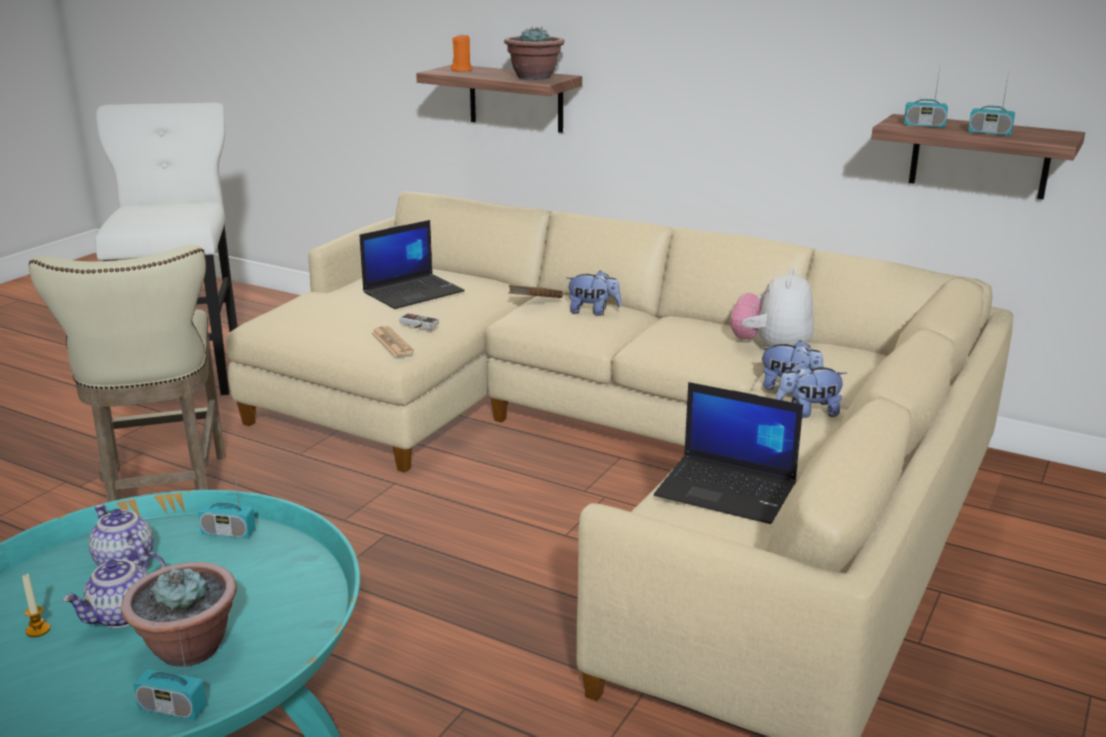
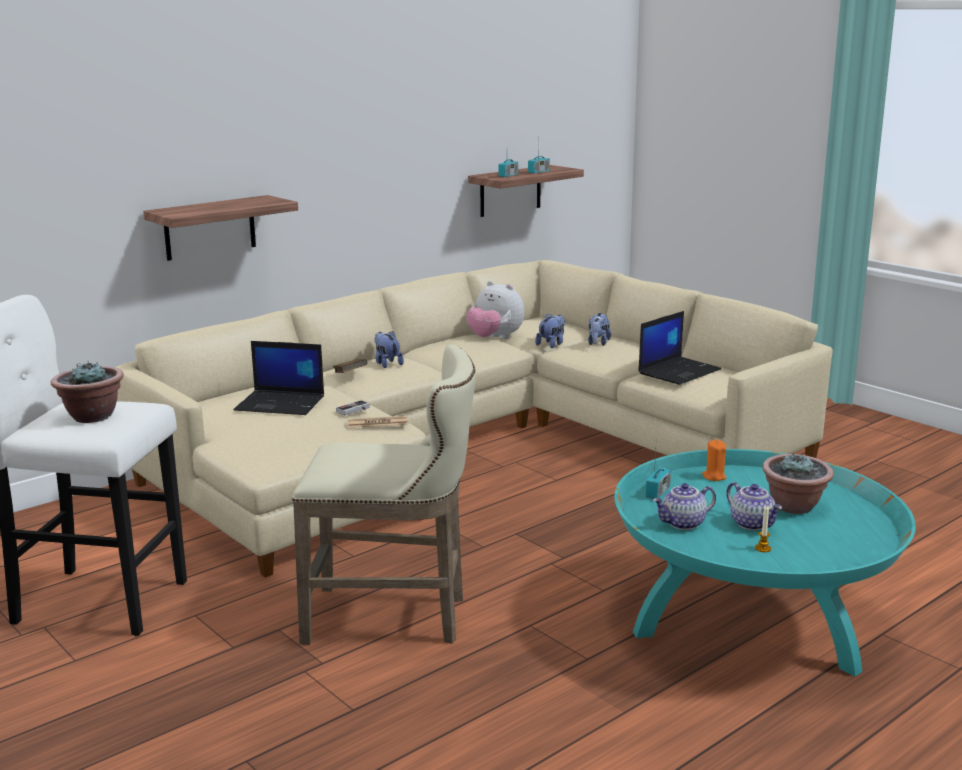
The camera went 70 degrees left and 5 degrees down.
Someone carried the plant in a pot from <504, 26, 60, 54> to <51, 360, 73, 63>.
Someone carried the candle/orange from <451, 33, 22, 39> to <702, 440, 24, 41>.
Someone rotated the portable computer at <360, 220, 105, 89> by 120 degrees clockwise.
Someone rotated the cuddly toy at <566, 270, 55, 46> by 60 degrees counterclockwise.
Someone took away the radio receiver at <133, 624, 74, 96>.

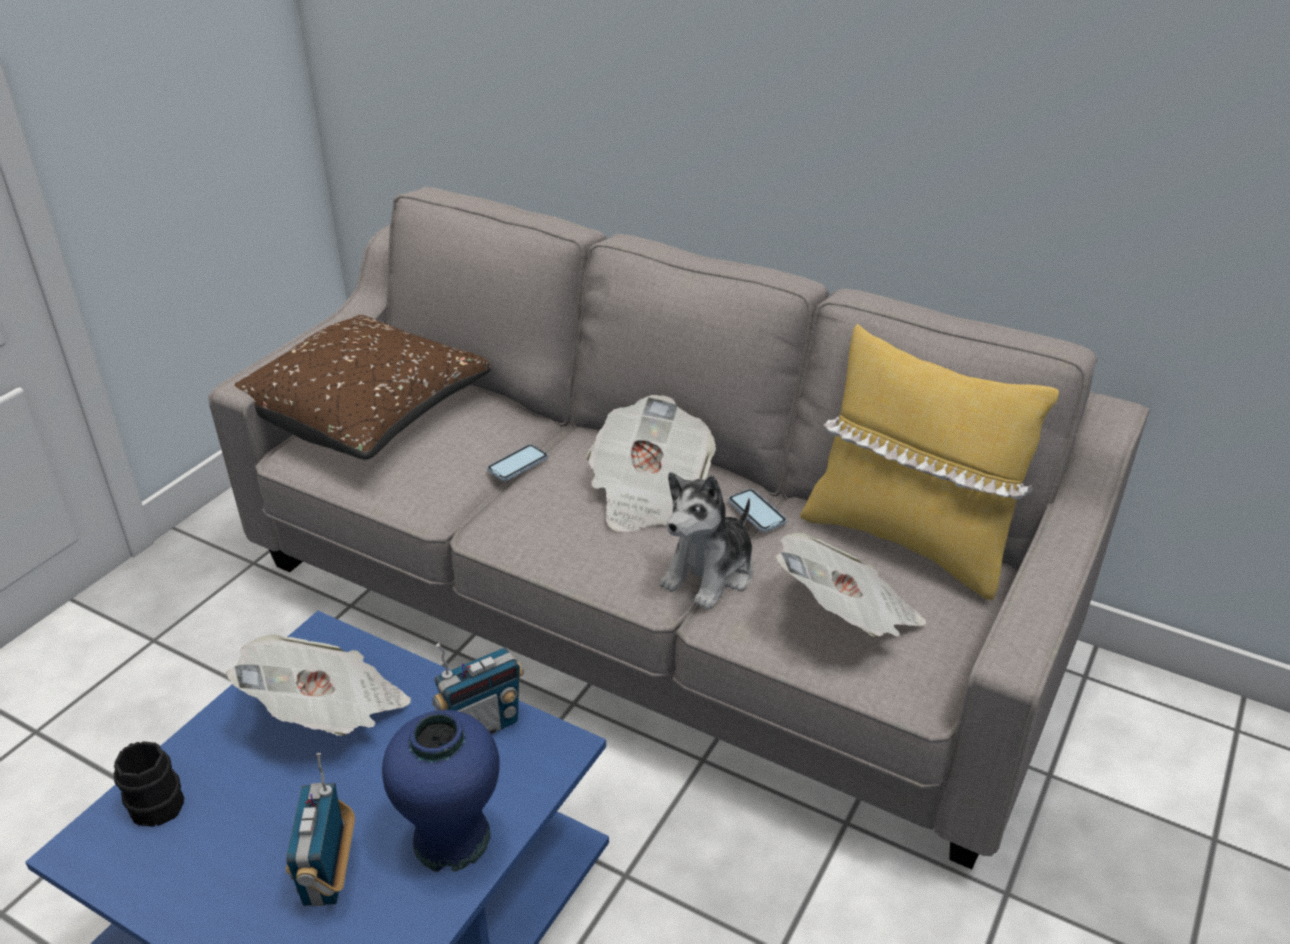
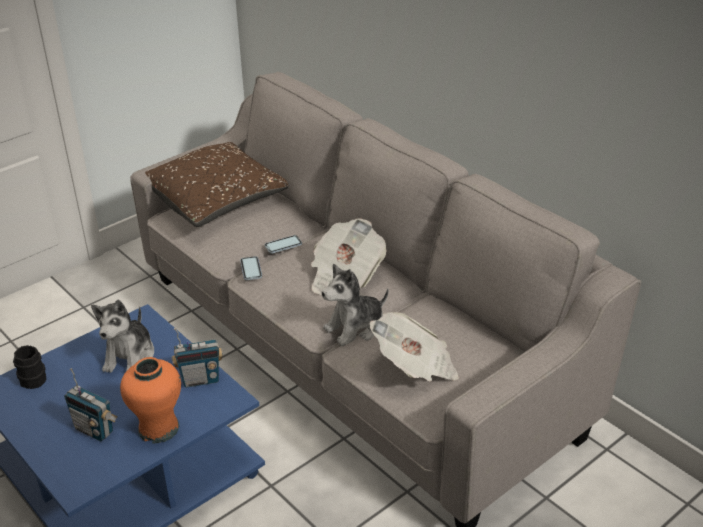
The camera went 20 degrees right and 0 degrees up.
Someone took away the cushion/yellow at <800, 324, 259, 277>.
Someone carried the handset from <728, 489, 59, 43> to <240, 256, 22, 24>.
Someone swapped the newspaper at <226, 634, 185, 102> for the cuddly toy at <91, 299, 63, 74>.
Someone repainted the vase/bluish at <382, 710, 118, 162>, which became the vase/orange at <120, 357, 61, 86>.
Someone rotated the radio receiver at <286, 753, 69, 153> by 75 degrees counterclockwise.

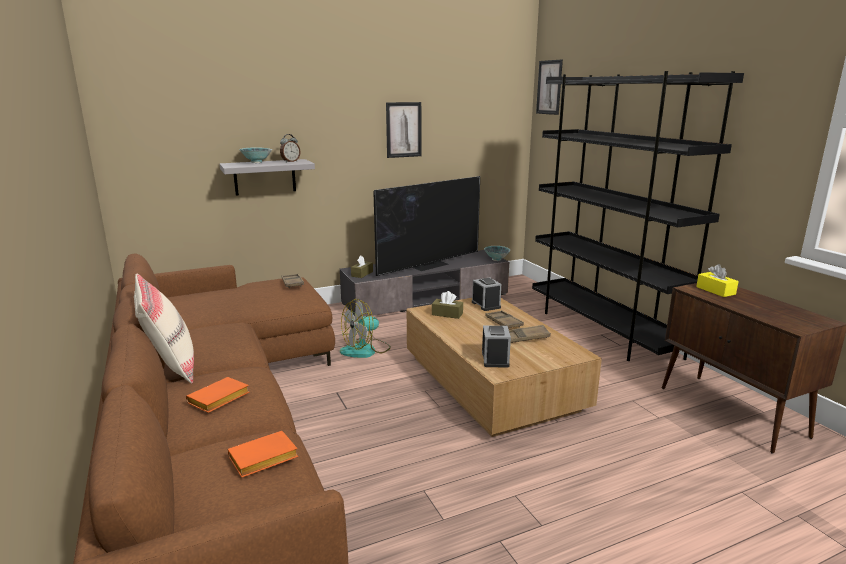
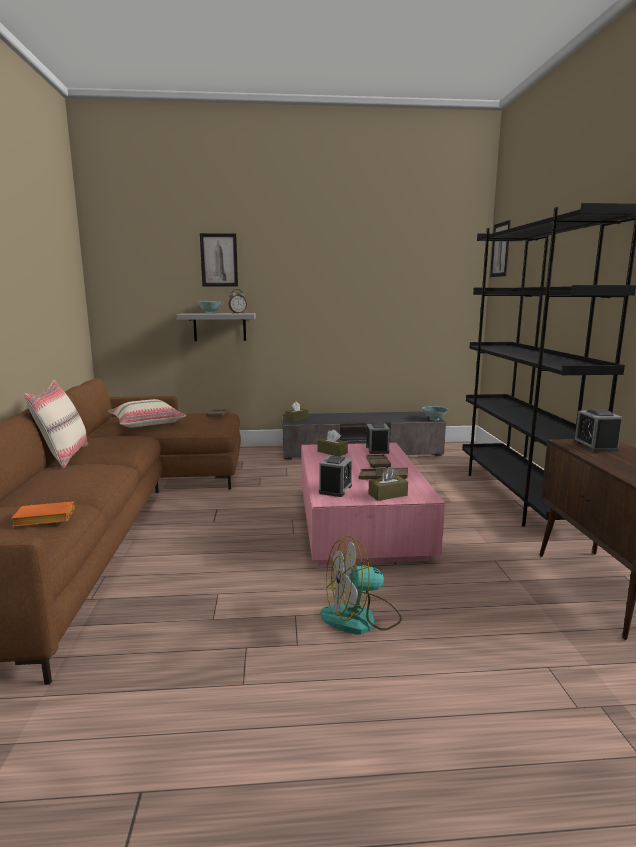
The camera went 20 degrees right and 5 degrees down.
Someone carried the wall picture from <386, 102, 35, 56> to <200, 233, 38, 54>.
Someone took away the TV at <373, 176, 107, 100>.
Someone swapped the box of tissues/yellow at <696, 264, 43, 33> for the table clock at <574, 409, 49, 43>.
Someone repainted the coffee table/brown-coloured at <407, 298, 195, 139>, which became the coffee table/pink at <301, 443, 144, 122>.
Someone carried the fan from <340, 299, 51, 59> to <320, 536, 82, 98>.
Someone took away the bound book/orange at <186, 377, 63, 36>.
Someone put down the cushion/beige-coloured at <108, 399, 78, 28>.
Someone put down the box of tissues/brown-coloured at <369, 467, 39, 34>.

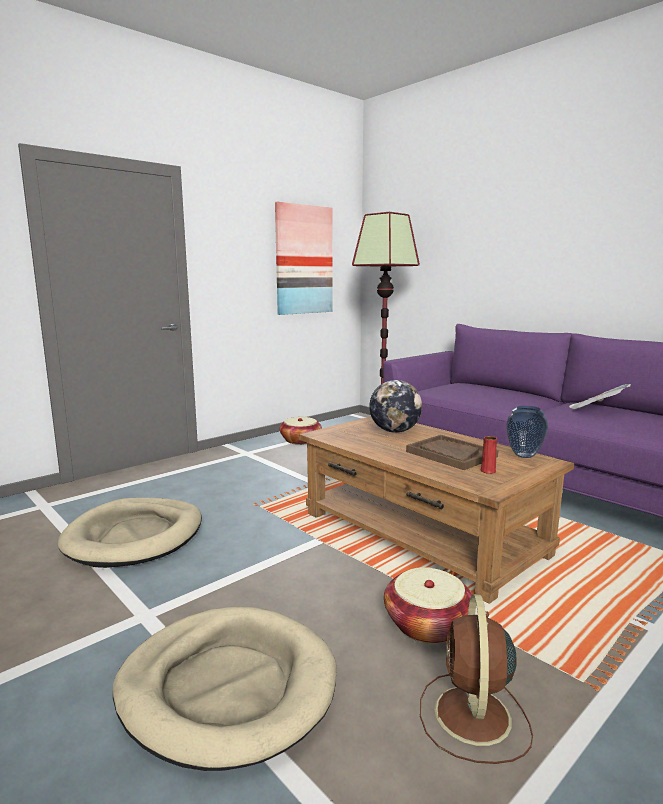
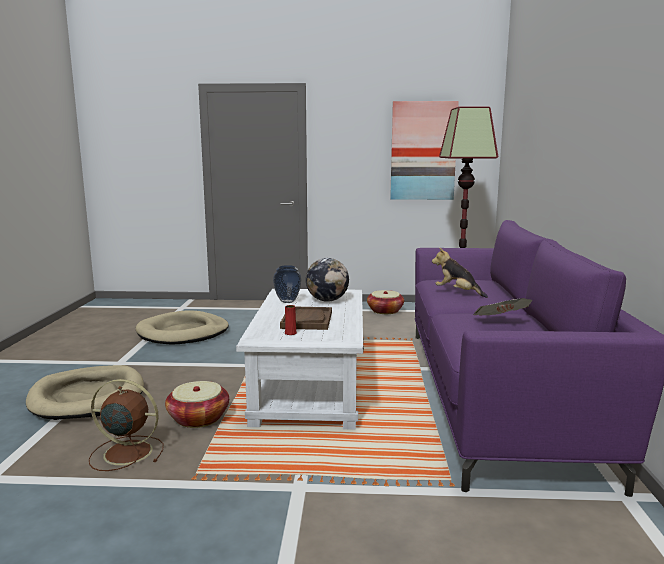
The camera went 45 degrees right and 0 degrees up.
Someone carried the vase from <506, 406, 42, 52> to <273, 265, 29, 38>.
Someone repainted the coffee table/brown-coloured at <299, 416, 275, 188>, which became the coffee table/whitish at <236, 289, 128, 141>.
Someone rotated the fan/brown-coloured at <420, 594, 113, 170> by 45 degrees clockwise.
Someone put down the cuddly toy at <432, 248, 56, 50>.

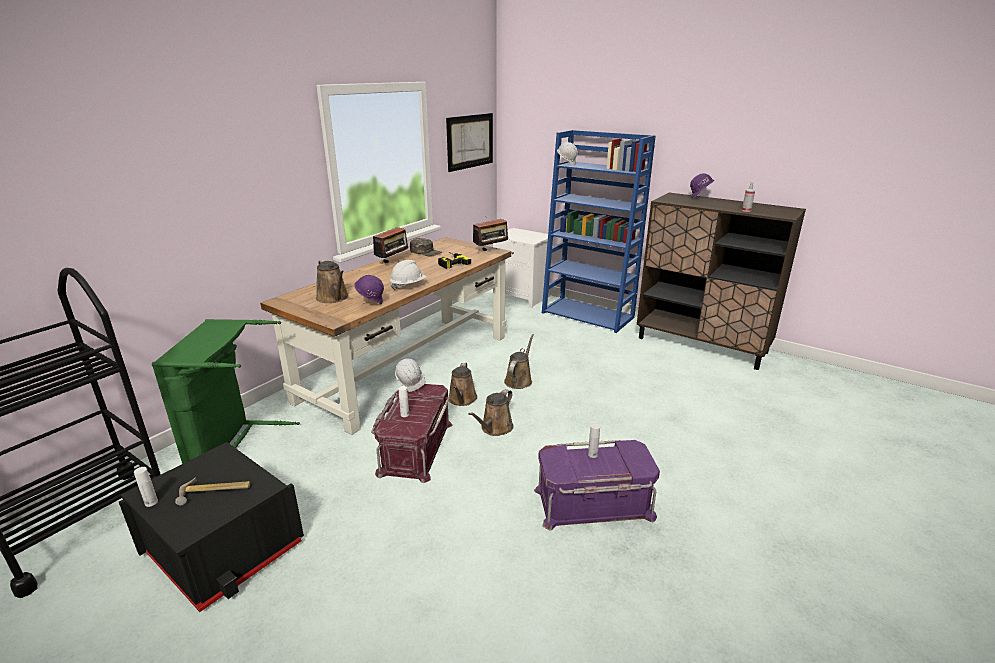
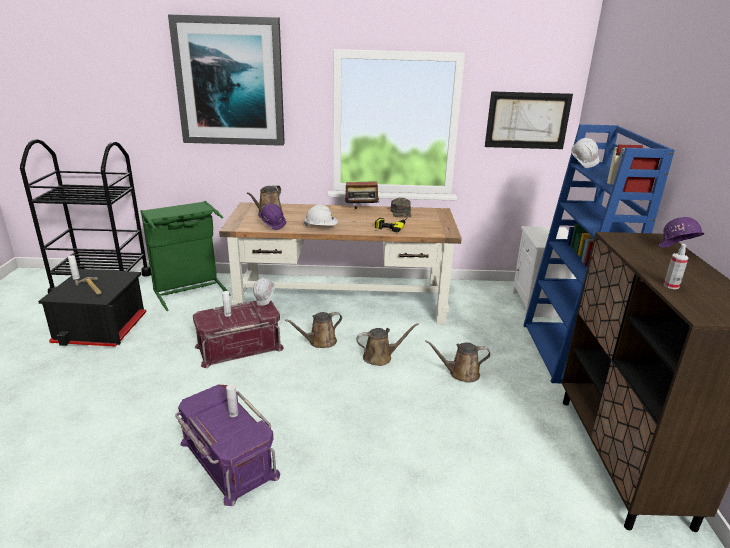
The camera went 55 degrees right and 0 degrees up.
Someone took away the radio receiver at <469, 219, 41, 32>.
Someone carried the watering pot/brown-coloured from <468, 389, 46, 47> to <425, 341, 65, 42>.
Someone put up the wall picture at <168, 14, 117, 132>.

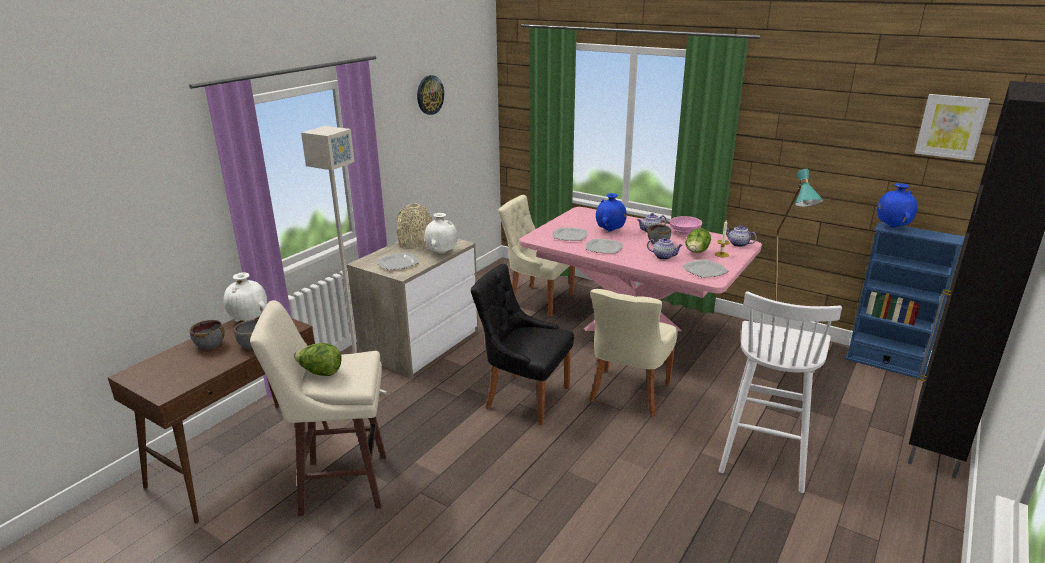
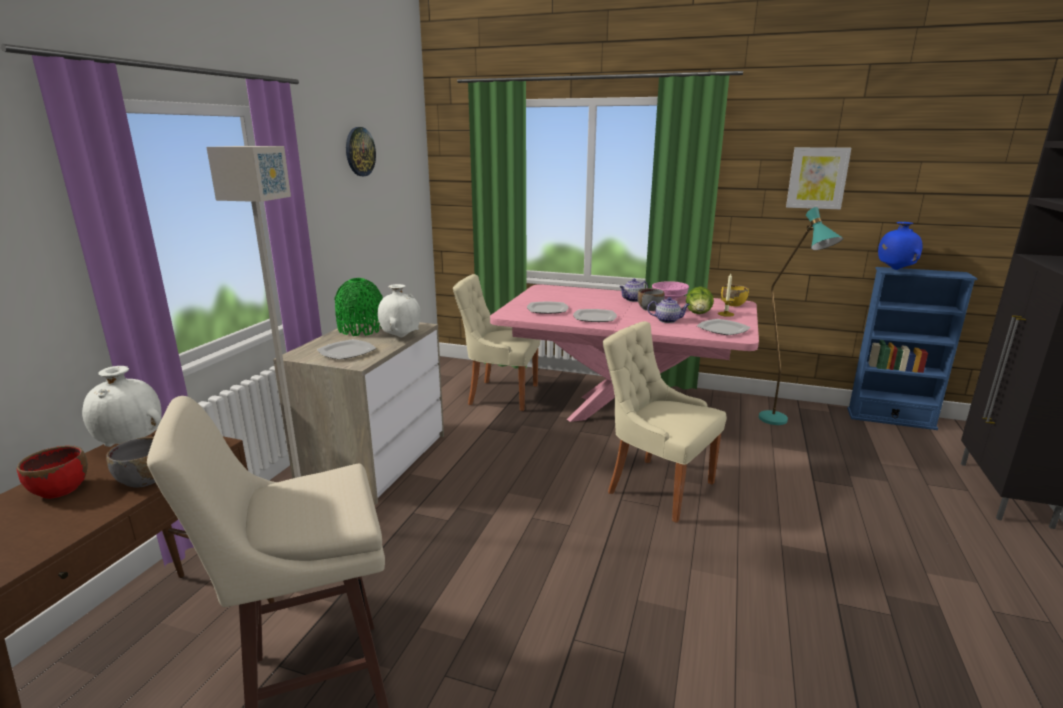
The camera went 15 degrees left and 5 degrees down.
Someone carried the wall picture from <915, 94, 75, 66> to <786, 147, 65, 62>.
Someone took away the vase/bluish at <596, 193, 31, 39>.
Someone repainted the vase/beige-coloured at <397, 203, 36, 46>, which became the vase/green-coloured at <334, 278, 49, 58>.
Someone swapped the teapot at <727, 225, 30, 22> for the bowl/yellow at <721, 284, 28, 22>.
Someone took away the plain chair/black-coloured at <471, 264, 103, 161>.
Someone rotated the plain chair/beige-coloured at <589, 289, 89, 128> by 120 degrees clockwise.
Someone took away the stool seat/whitish at <719, 291, 123, 202>.
Someone repainted the bowl/grey at <189, 320, 36, 30>, which became the bowl/red-coloured at <17, 446, 71, 53>.
Someone took away the lettuce at <294, 343, 47, 33>.

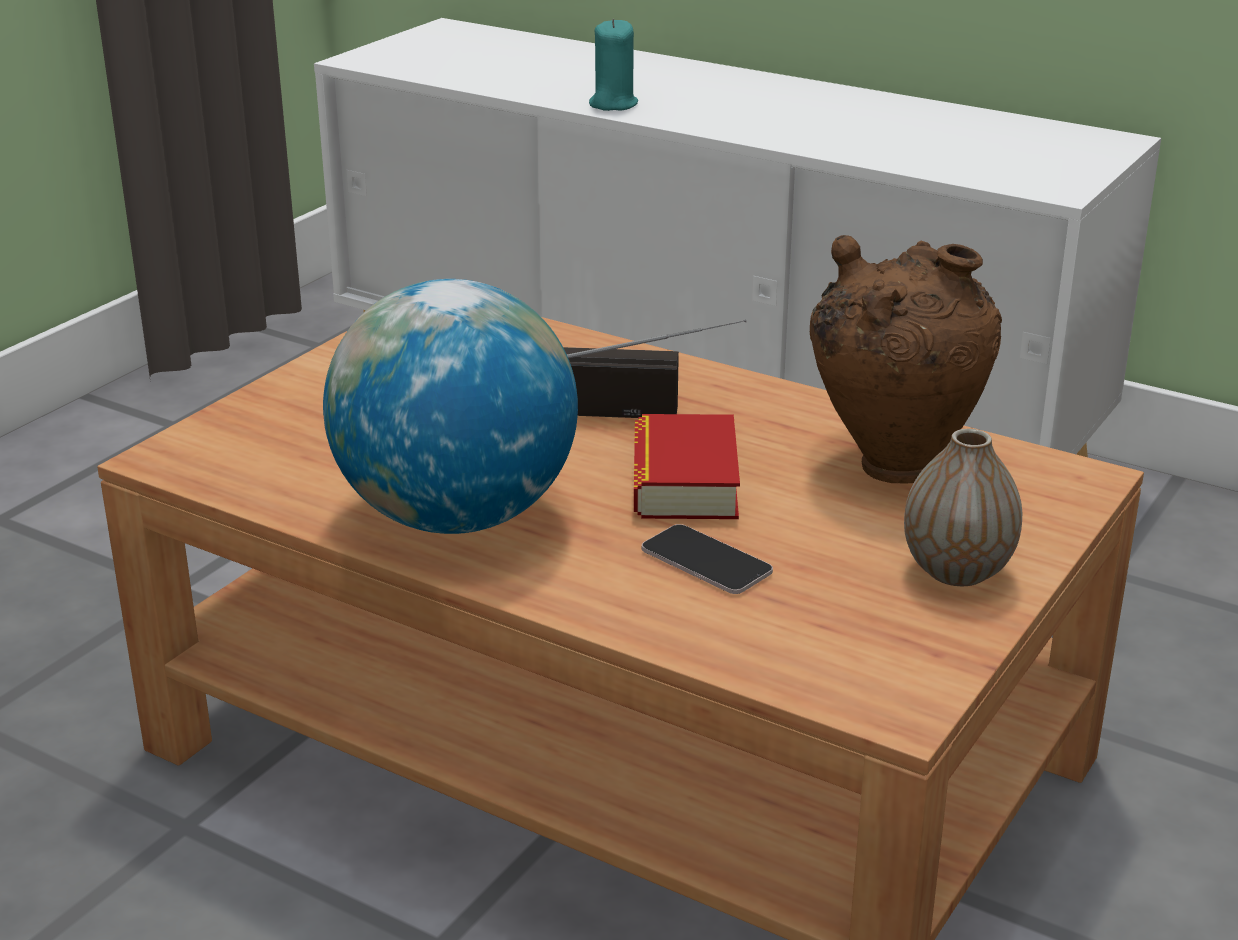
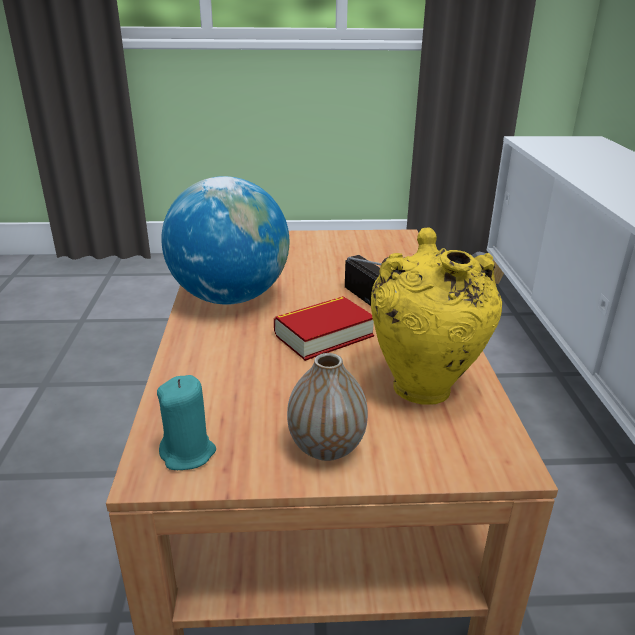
The camera went 55 degrees right and 0 degrees up.
Someone carried the candle/turquoise from <589, 19, 49, 92> to <157, 375, 59, 95>.
Someone repainted the vase/brown-coloured at <810, 235, 192, 249>, which became the vase/yellow at <371, 227, 131, 178>.
Someone took away the handset at <642, 524, 131, 70>.

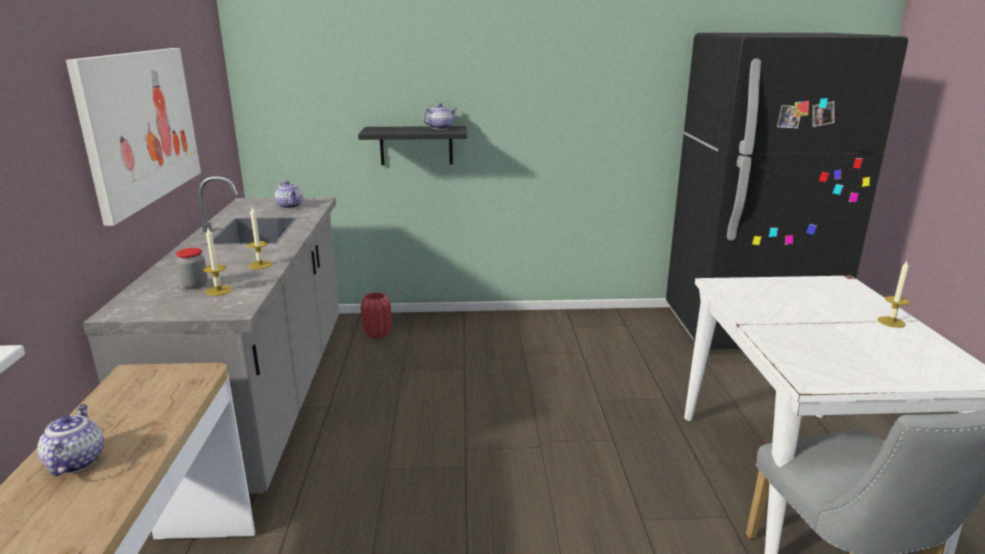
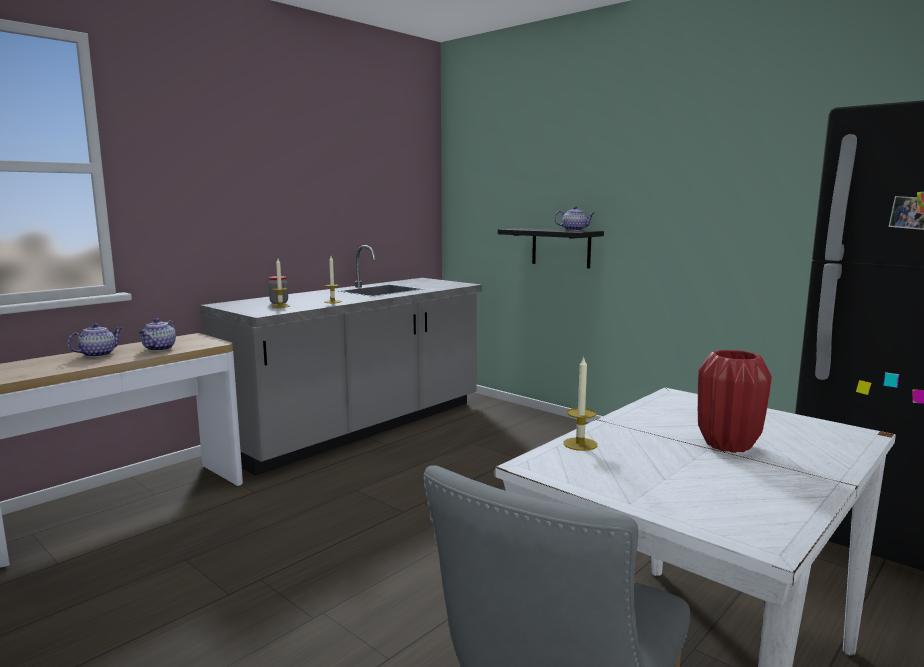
The camera went 45 degrees right and 10 degrees down.
Someone took away the wall picture at <66, 48, 135, 178>.
Someone carried the teapot from <275, 181, 28, 27> to <138, 318, 38, 33>.
Someone carried the candle from <878, 261, 31, 67> to <563, 358, 34, 93>.
Someone carried the vase/red-coloured from <361, 292, 30, 47> to <698, 350, 74, 103>.

